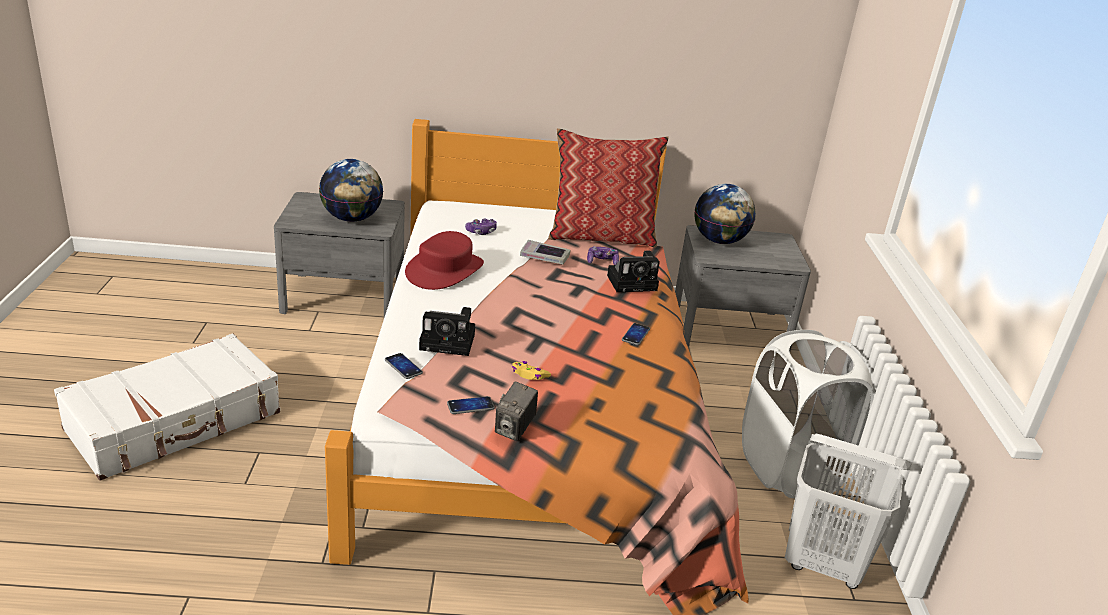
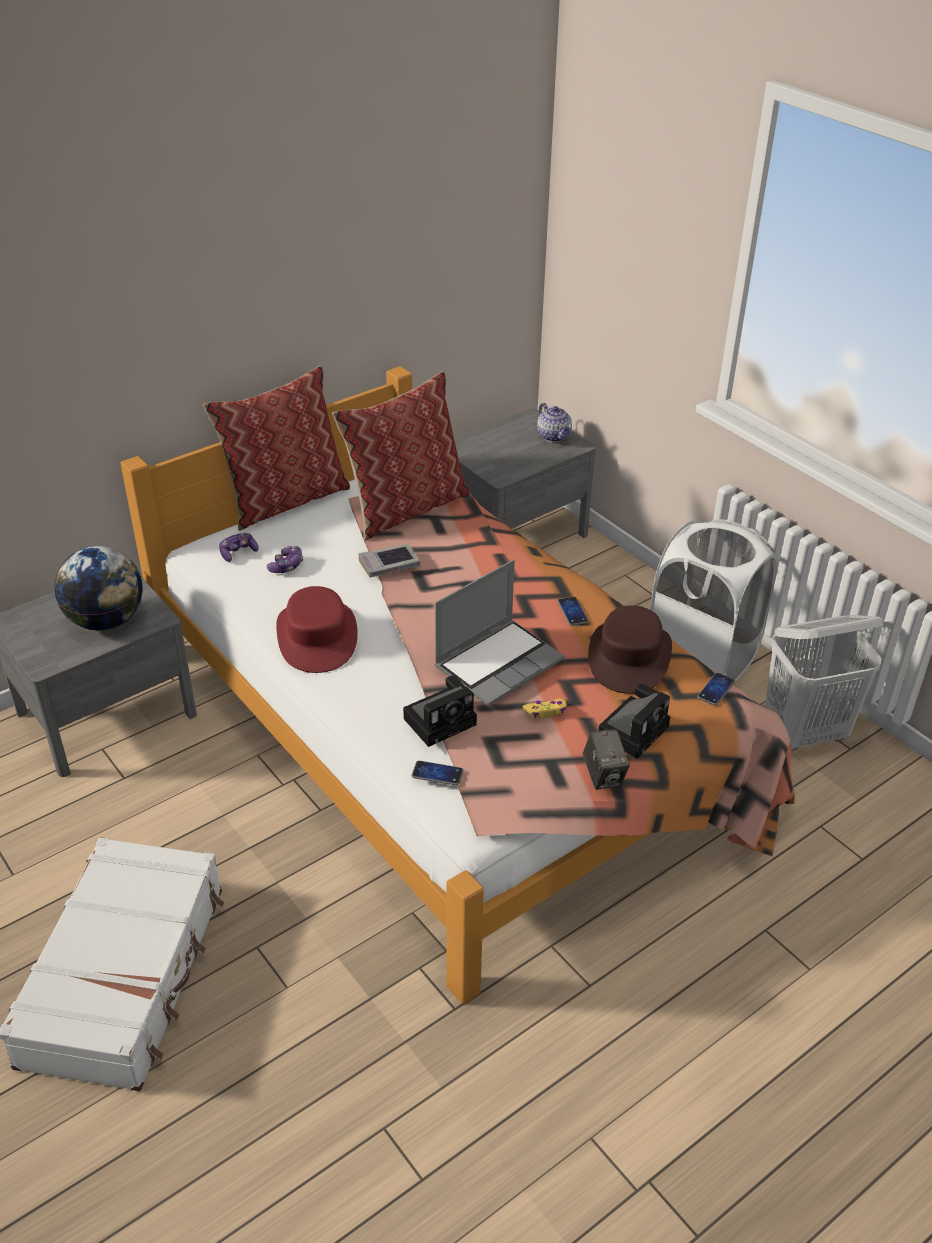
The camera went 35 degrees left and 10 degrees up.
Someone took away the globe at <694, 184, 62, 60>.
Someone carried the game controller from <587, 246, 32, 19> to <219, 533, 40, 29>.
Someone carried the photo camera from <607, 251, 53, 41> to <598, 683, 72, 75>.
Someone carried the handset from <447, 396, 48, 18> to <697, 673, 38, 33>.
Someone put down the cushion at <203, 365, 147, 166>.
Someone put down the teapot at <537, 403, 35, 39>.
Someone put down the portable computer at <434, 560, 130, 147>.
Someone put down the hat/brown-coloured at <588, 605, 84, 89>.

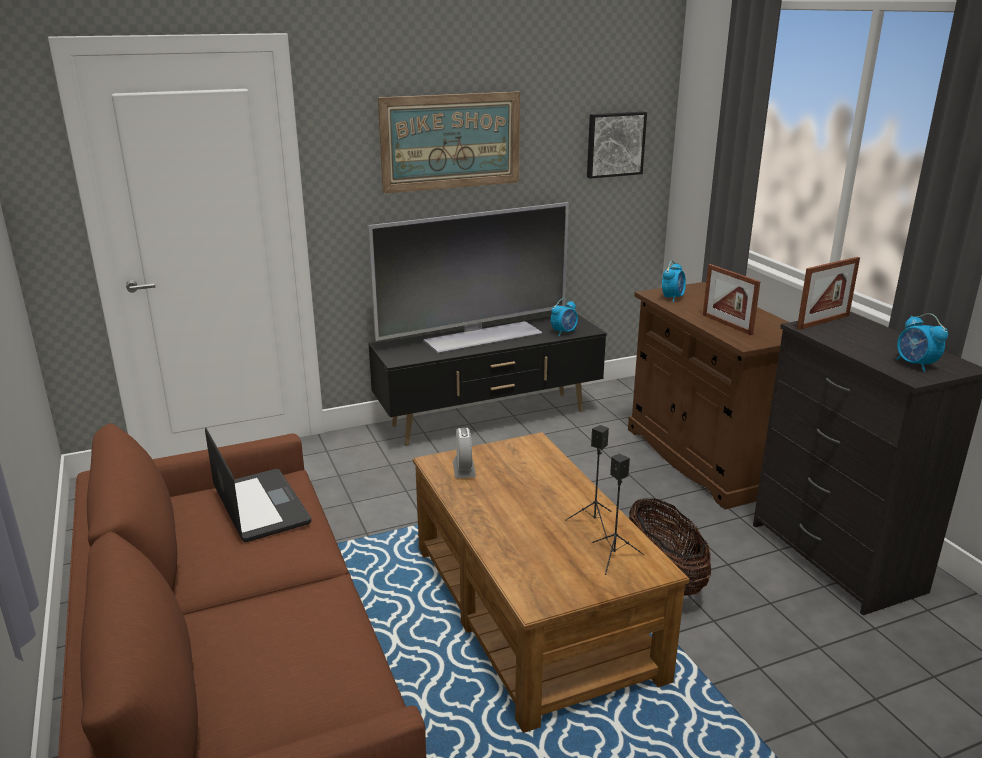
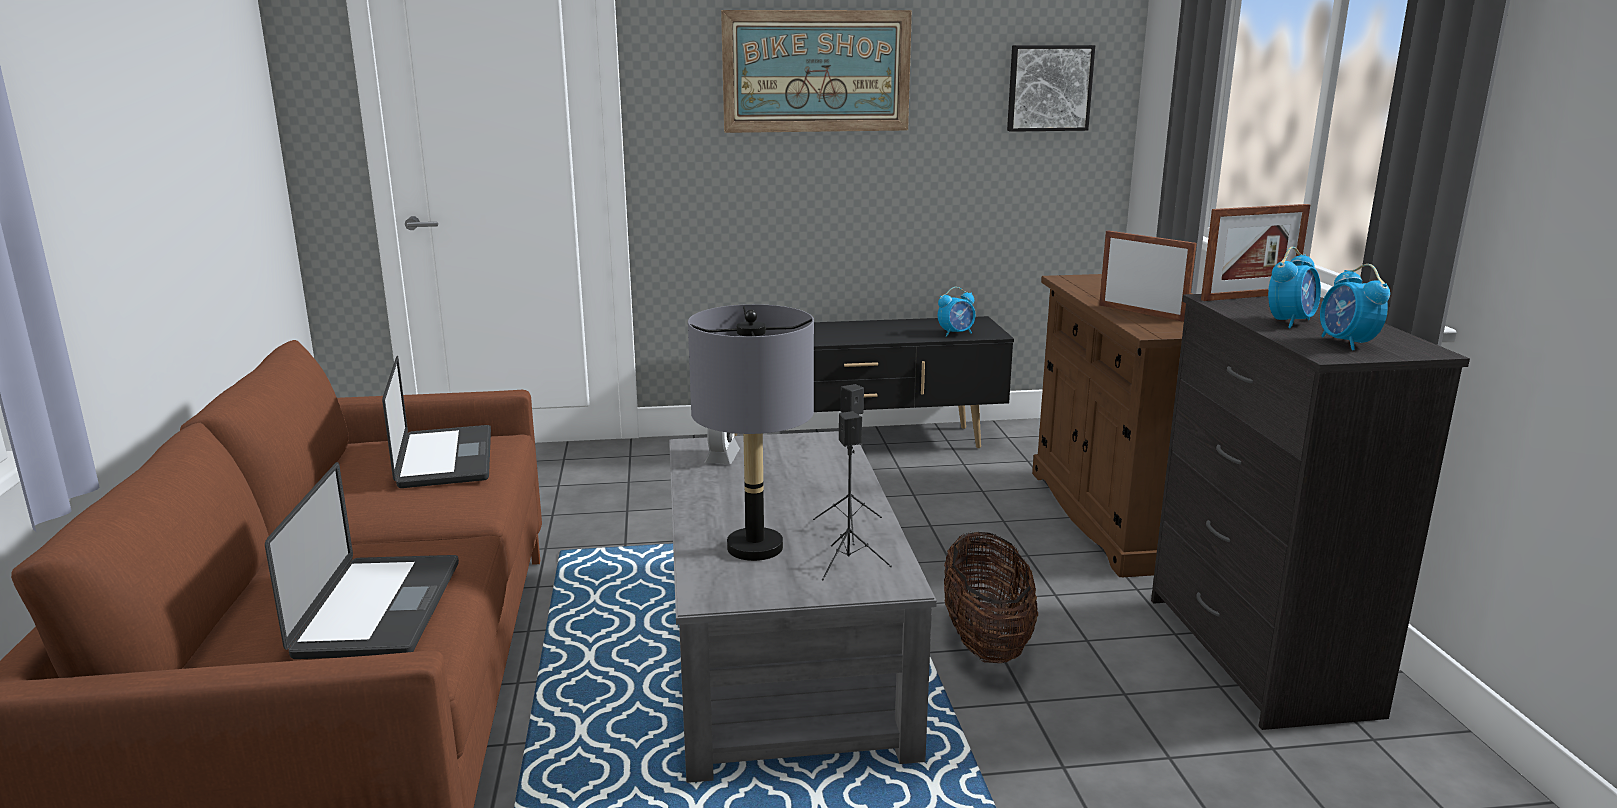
The camera went 15 degrees right and 5 degrees down.
Someone took away the TV at <368, 202, 201, 151>.
Someone carried the table clock from <662, 261, 24, 42> to <1268, 247, 53, 81>.
Someone rotated the picture frame at <703, 264, 58, 71> by 150 degrees clockwise.
Someone repainted the coffee table/brown-coloured at <413, 432, 277, 301>, which became the coffee table/grey at <669, 431, 268, 352>.
Someone put down the lamp for a table/grey at <688, 304, 126, 257>.
Someone put down the portable computer at <265, 462, 194, 197>.

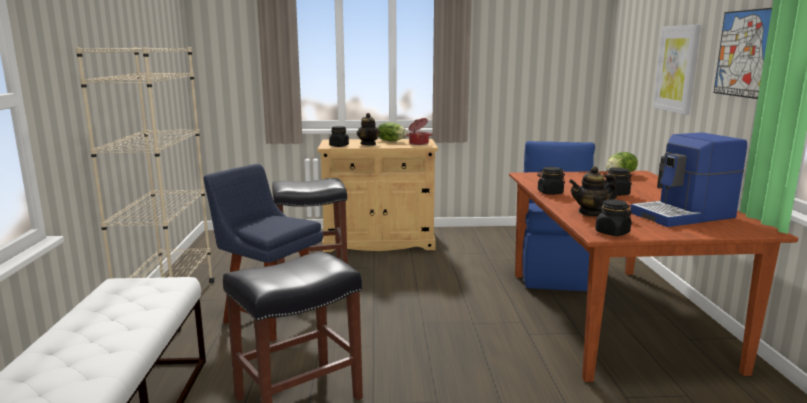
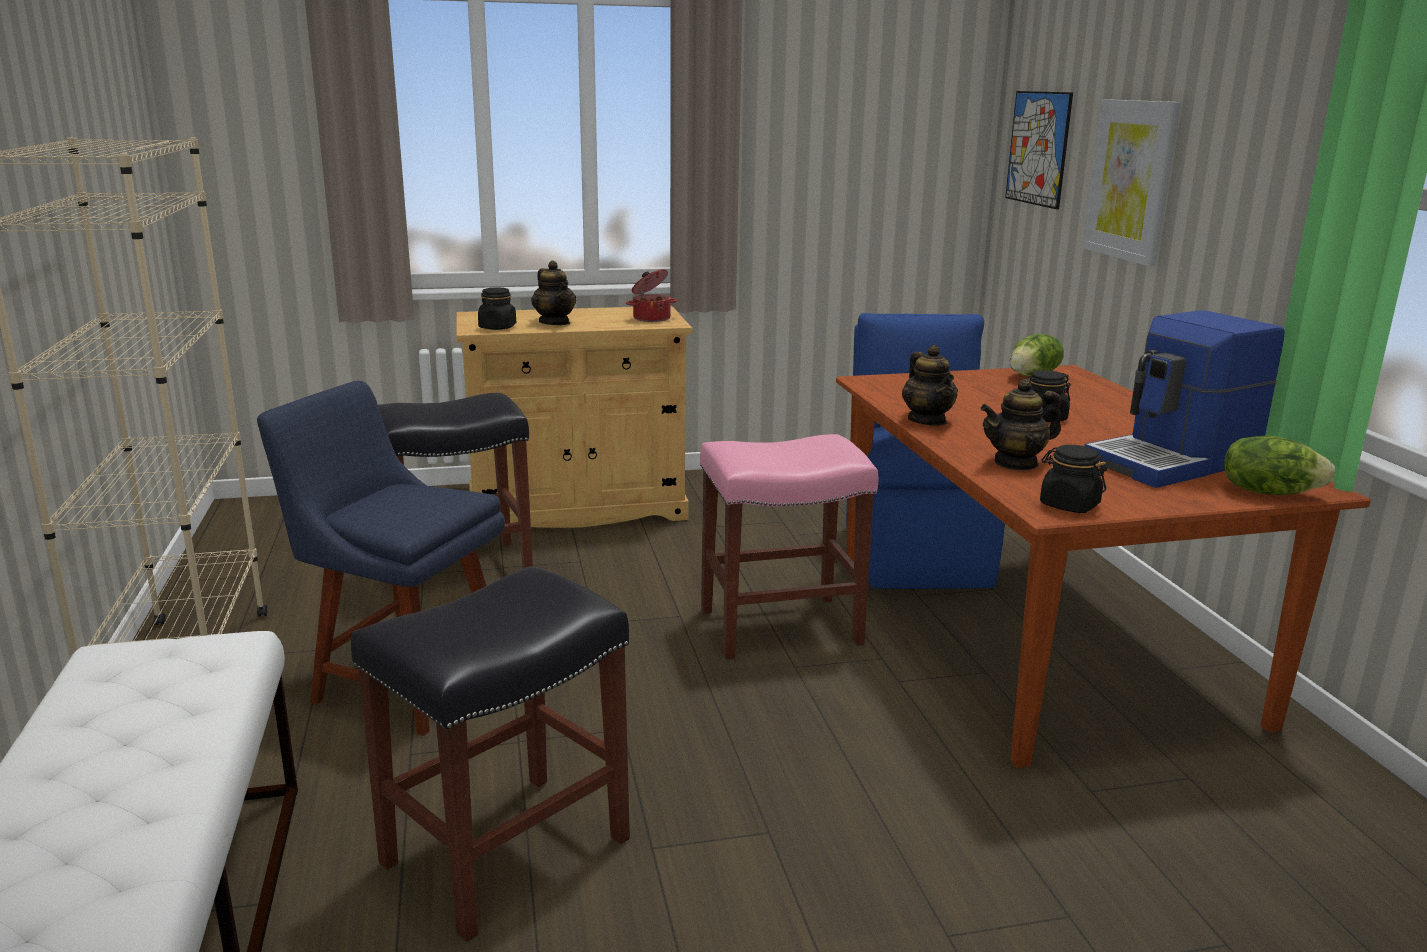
The camera went 10 degrees left and 5 degrees up.
Someone carried the wall picture from <714, 8, 58, 91> to <1005, 91, 68, 118>.
Someone carried the lettuce from <378, 122, 29, 19> to <1224, 436, 111, 59>.
Someone swapped the preserve jar/black-coloured at <537, 167, 28, 28> for the teapot at <902, 345, 56, 81>.
Someone put down the stool seat/pink at <700, 434, 178, 226>.

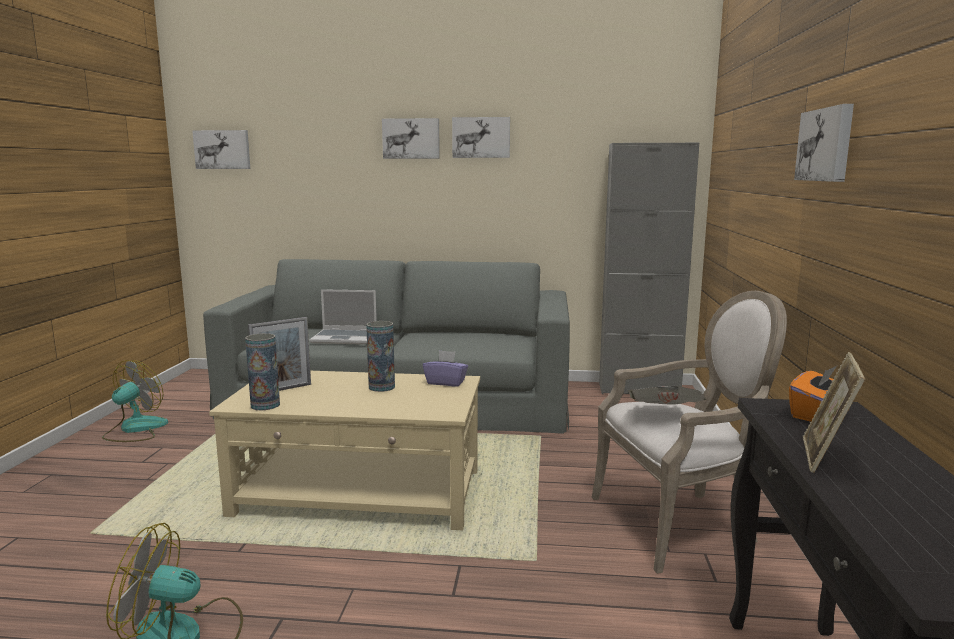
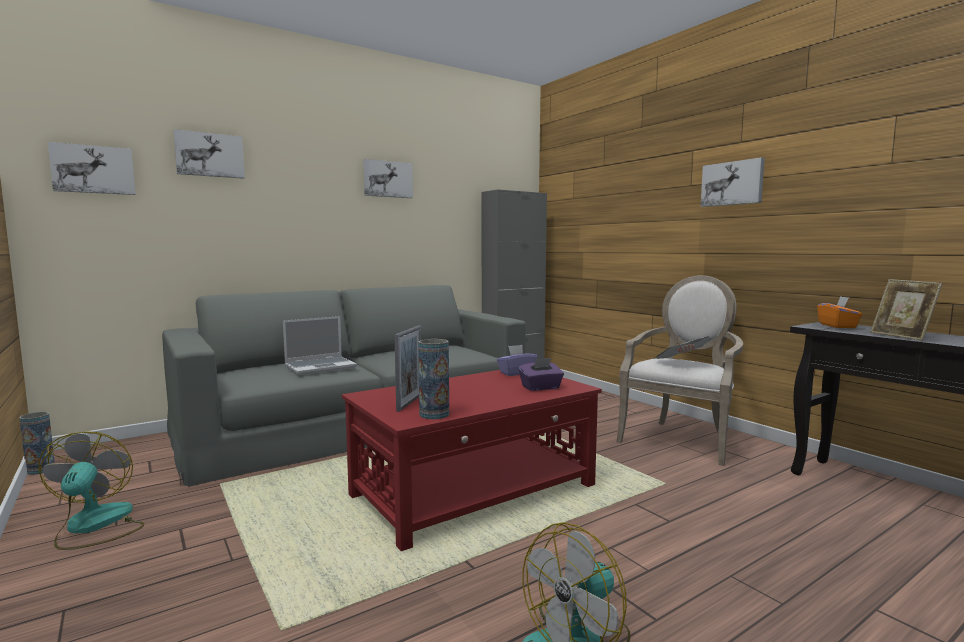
The camera went 40 degrees left and 5 degrees down.
Someone carried the wall picture from <382, 118, 58, 41> to <174, 129, 71, 50>.
Someone carried the vase from <366, 321, 29, 71> to <19, 412, 36, 63>.
Someone repainted the coffee table/beige-coloured at <209, 371, 271, 160>, which became the coffee table/red-coloured at <342, 370, 260, 181>.
Someone put down the box of tissues/purplish at <519, 358, 45, 33>.

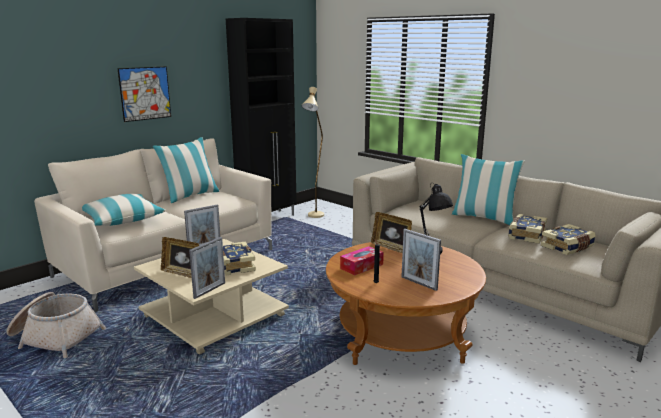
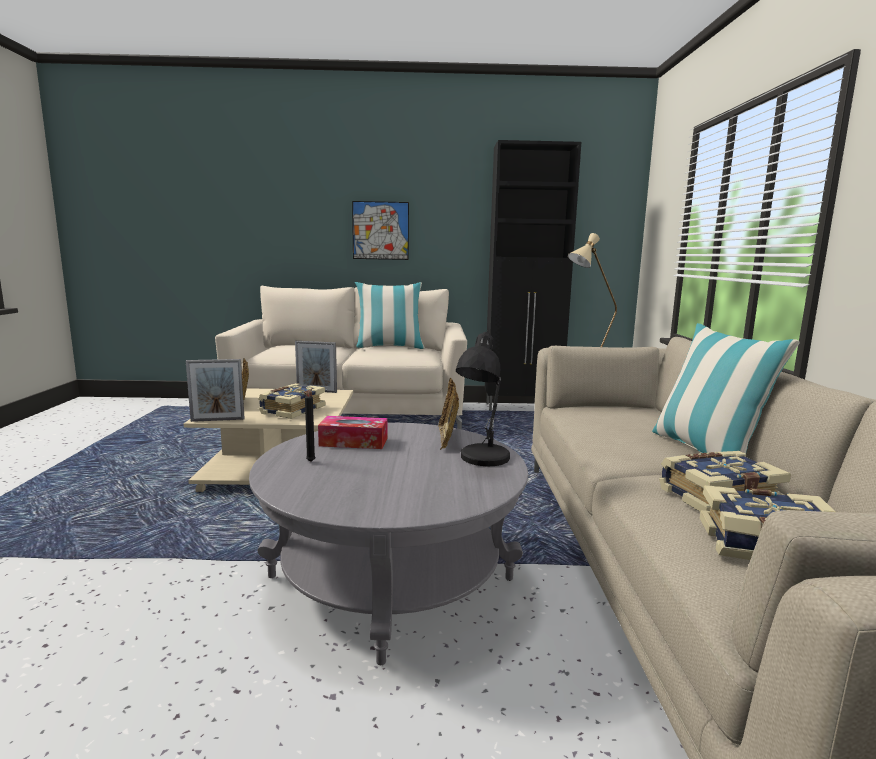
The camera went 45 degrees right and 5 degrees down.
Someone took away the cushion at <82, 194, 84, 32>.
Someone took away the picture frame at <402, 229, 39, 62>.
Someone repainted the coffee table/brown-coloured at <326, 242, 160, 123>, which became the coffee table/grey at <249, 423, 279, 242>.
Someone took away the basket at <6, 292, 100, 66>.

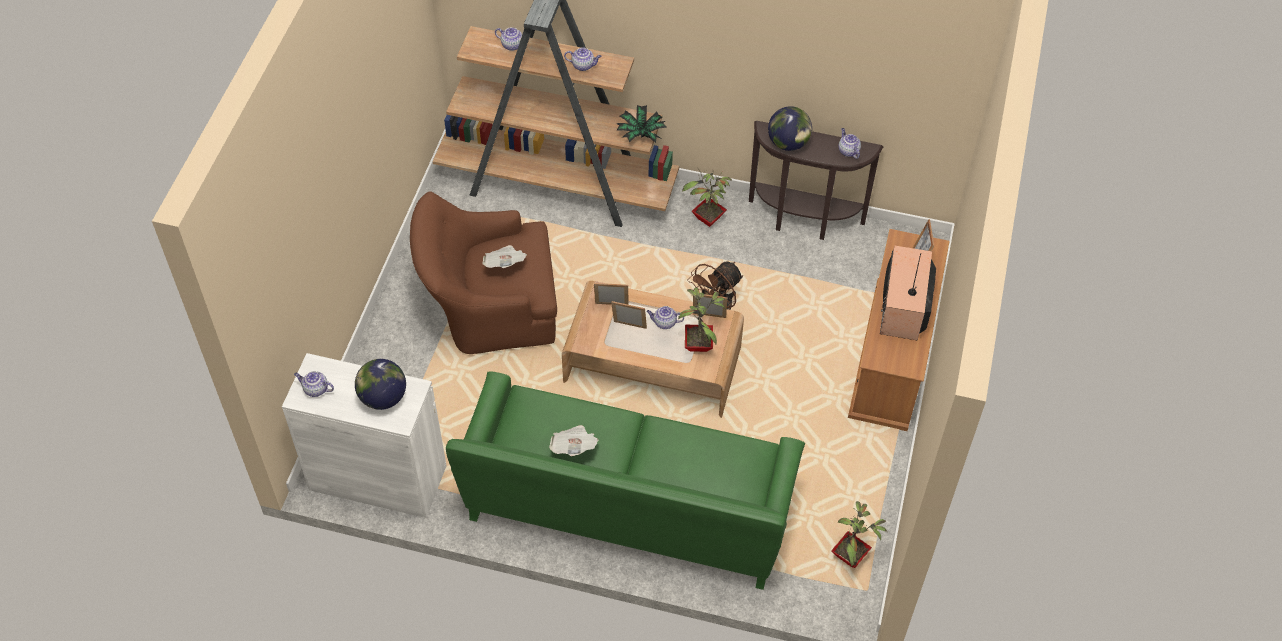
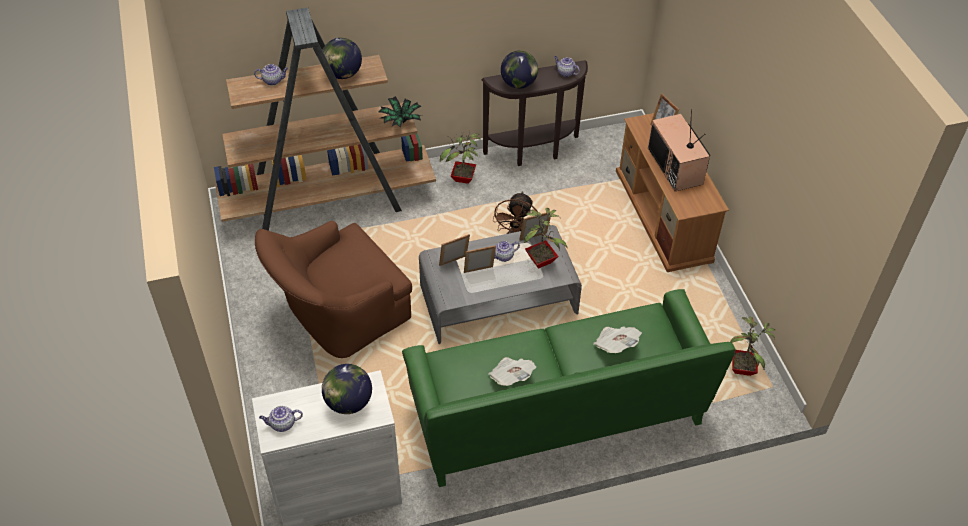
The camera went 30 degrees left and 5 degrees down.
Someone swapped the teapot at <564, 48, 37, 23> for the globe at <322, 38, 40, 41>.
Someone carried the newspaper from <482, 245, 45, 23> to <593, 326, 49, 27>.
Someone repainted the coffee table/brown-coloured at <562, 281, 182, 137>, which became the coffee table/grey at <419, 225, 163, 119>.

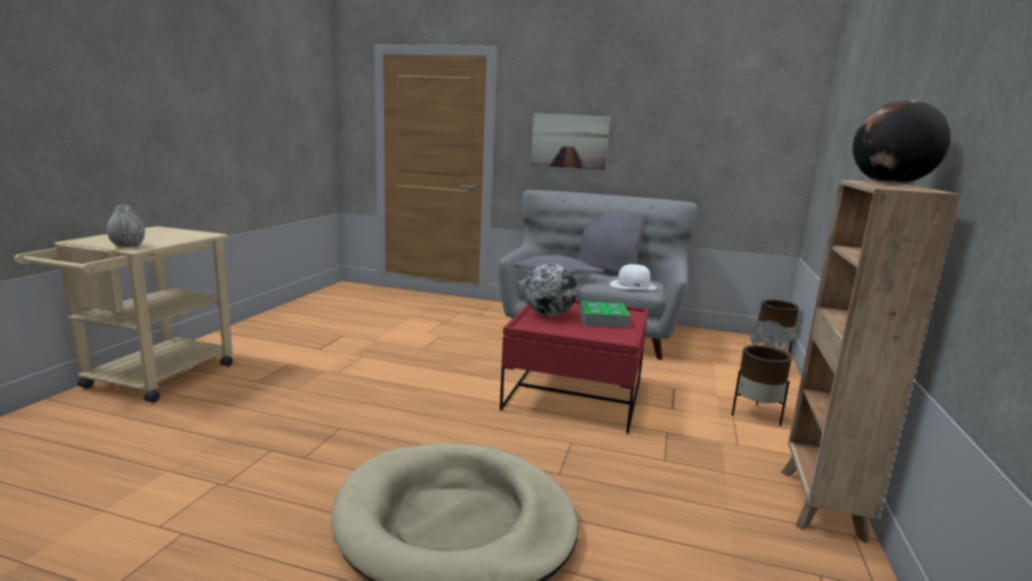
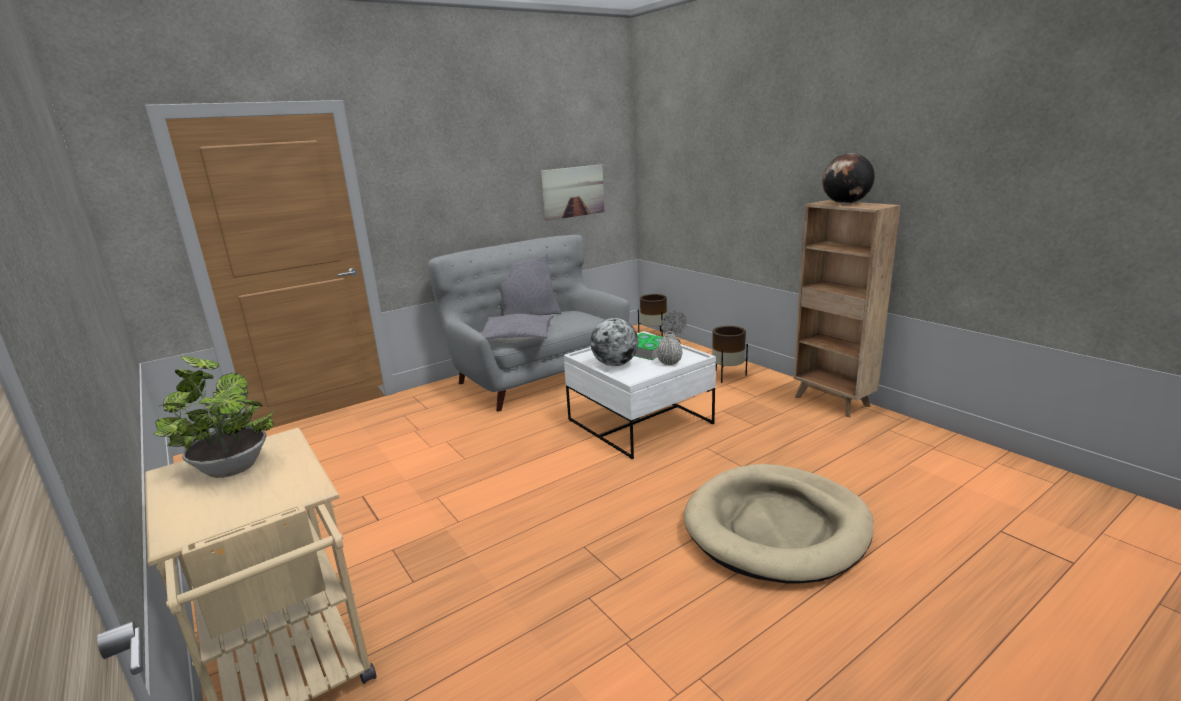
The camera went 50 degrees left and 5 degrees up.
Someone carried the wall picture from <531, 113, 79, 57> to <541, 164, 63, 57>.
Someone carried the vase/grey from <107, 205, 38, 42> to <657, 331, 25, 34>.
Someone took away the hat/whitish at <610, 264, 47, 26>.
Someone repainted the coffee table/red-coloured at <500, 300, 148, 134>, which became the coffee table/whitish at <564, 331, 152, 128>.
Someone put down the plant in a pot at <154, 356, 121, 122>.

